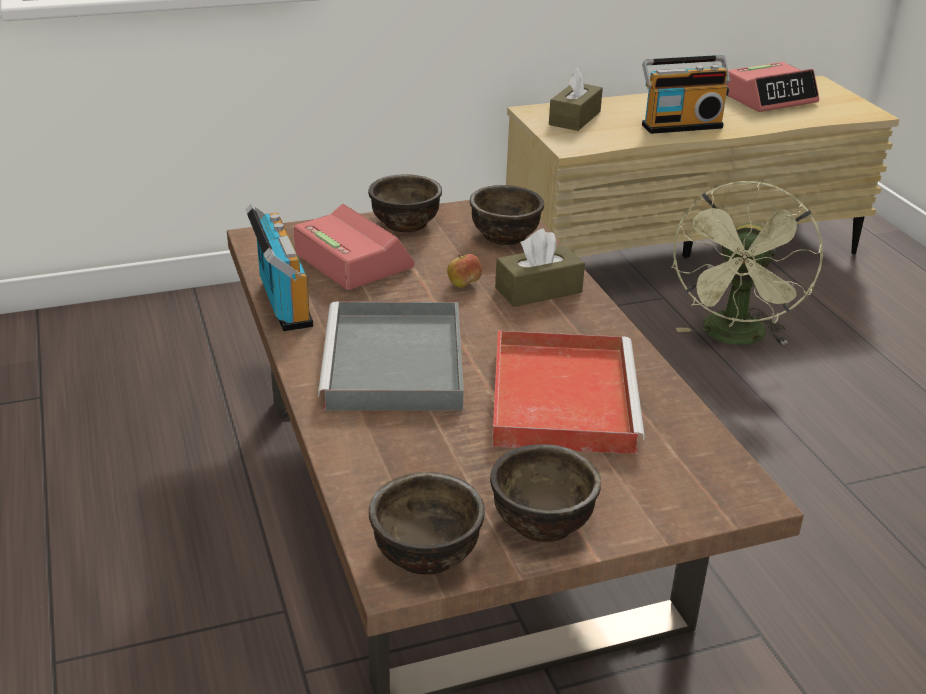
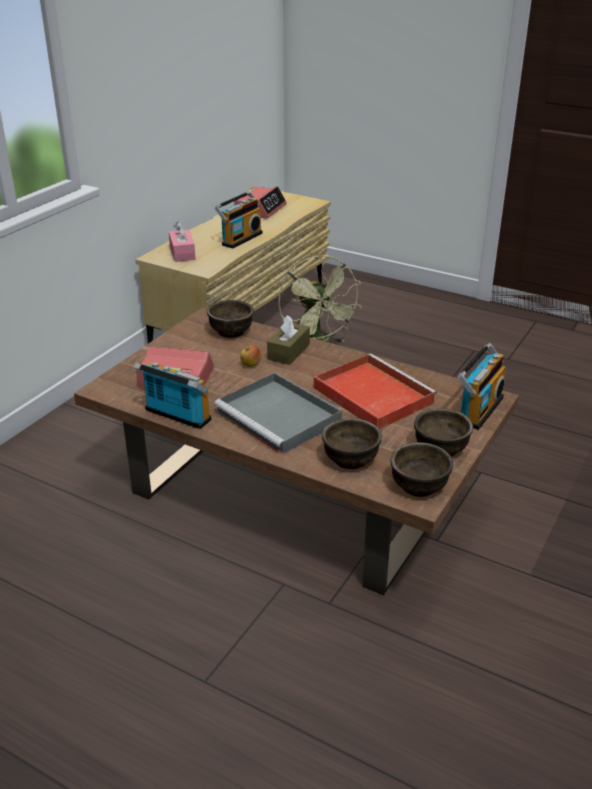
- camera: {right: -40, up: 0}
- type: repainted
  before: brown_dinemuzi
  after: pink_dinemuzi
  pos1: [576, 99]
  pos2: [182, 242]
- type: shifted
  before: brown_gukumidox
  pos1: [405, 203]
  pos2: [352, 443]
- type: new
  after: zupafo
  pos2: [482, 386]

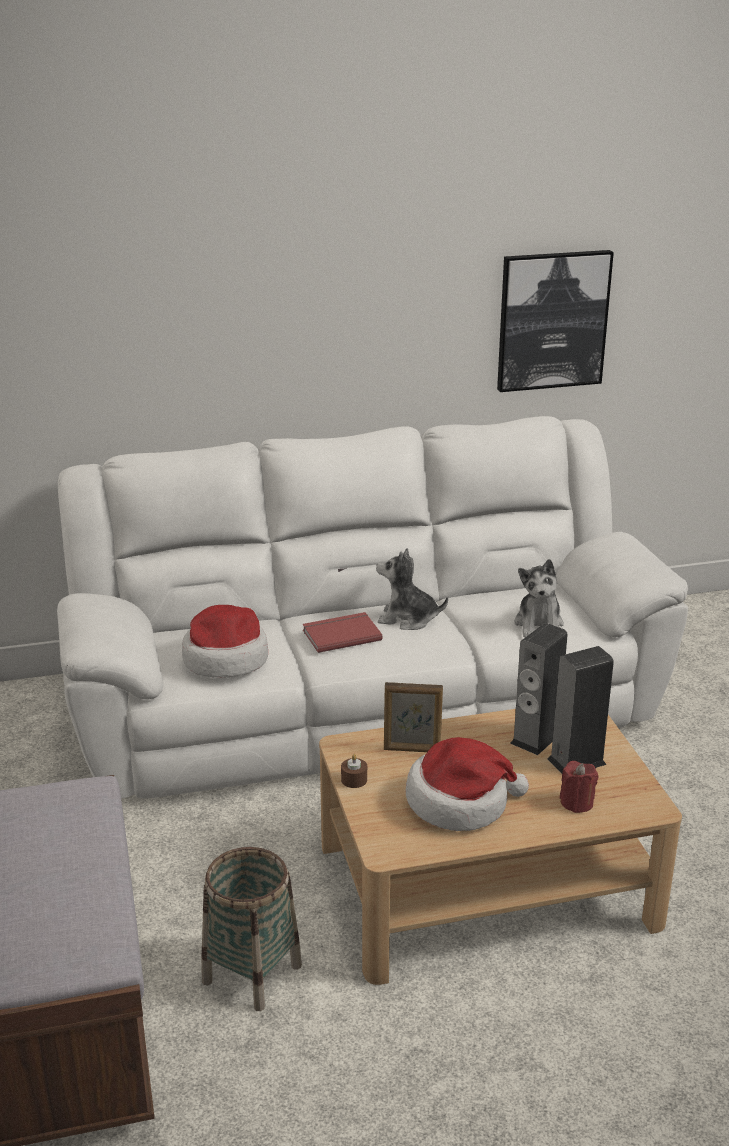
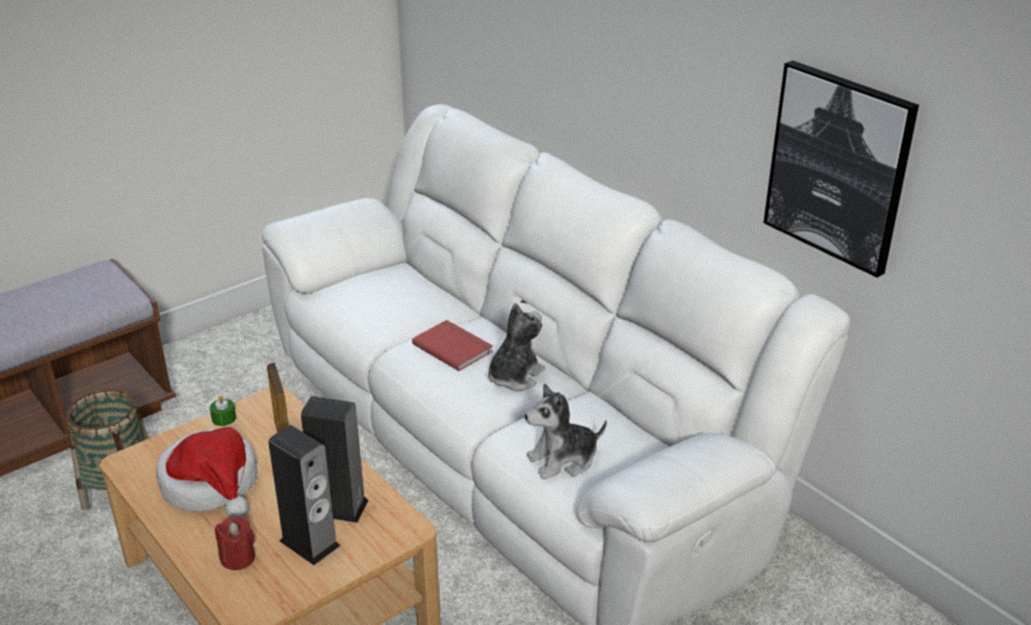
- camera: {right: 65, up: 5}
- type: rotated
  before: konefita
  pos1: [412, 589]
  pos2: [516, 347]
  turn: 45
- type: gone
  before: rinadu
  pos1: [225, 641]
- type: repainted
  before: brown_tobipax
  after: green_tobipax
  pos1: [354, 771]
  pos2: [223, 410]

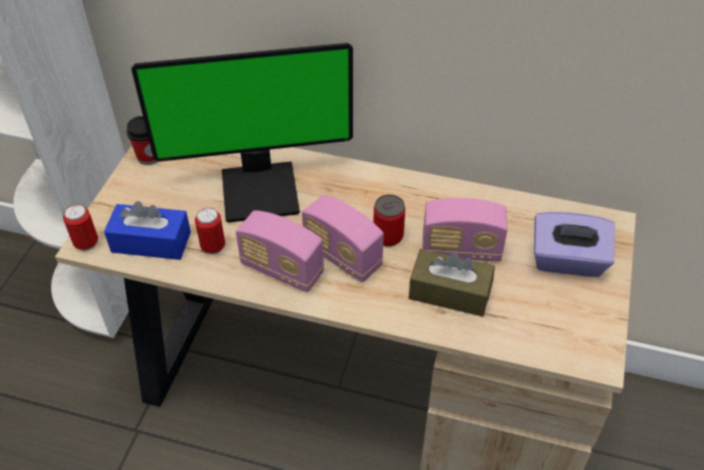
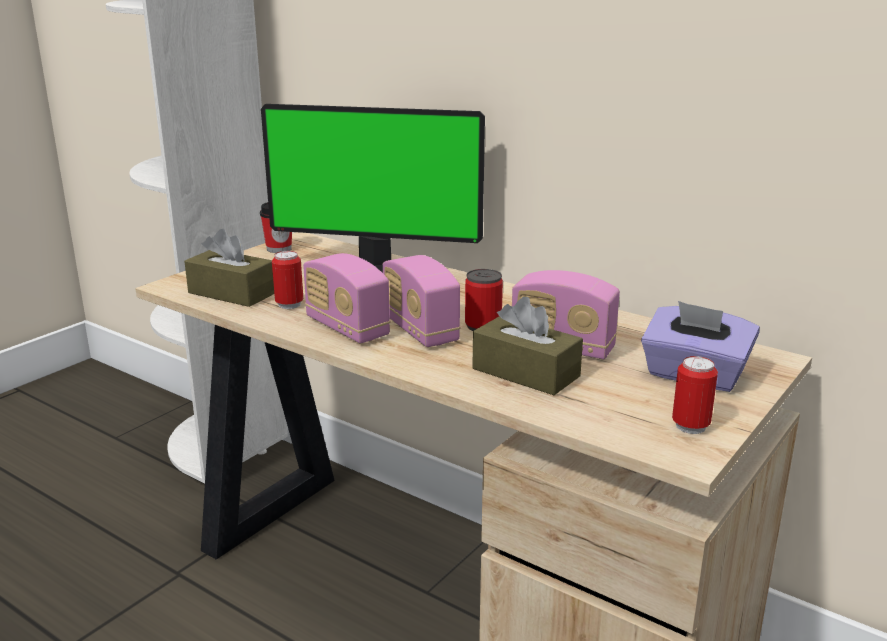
- camera: {right: 20, up: -25}
- type: repainted
  before: blue_dinemuzi
  after: brown_dinemuzi
  pos1: [147, 230]
  pos2: [229, 268]
- type: shifted
  before: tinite
  pos1: [80, 227]
  pos2: [695, 395]

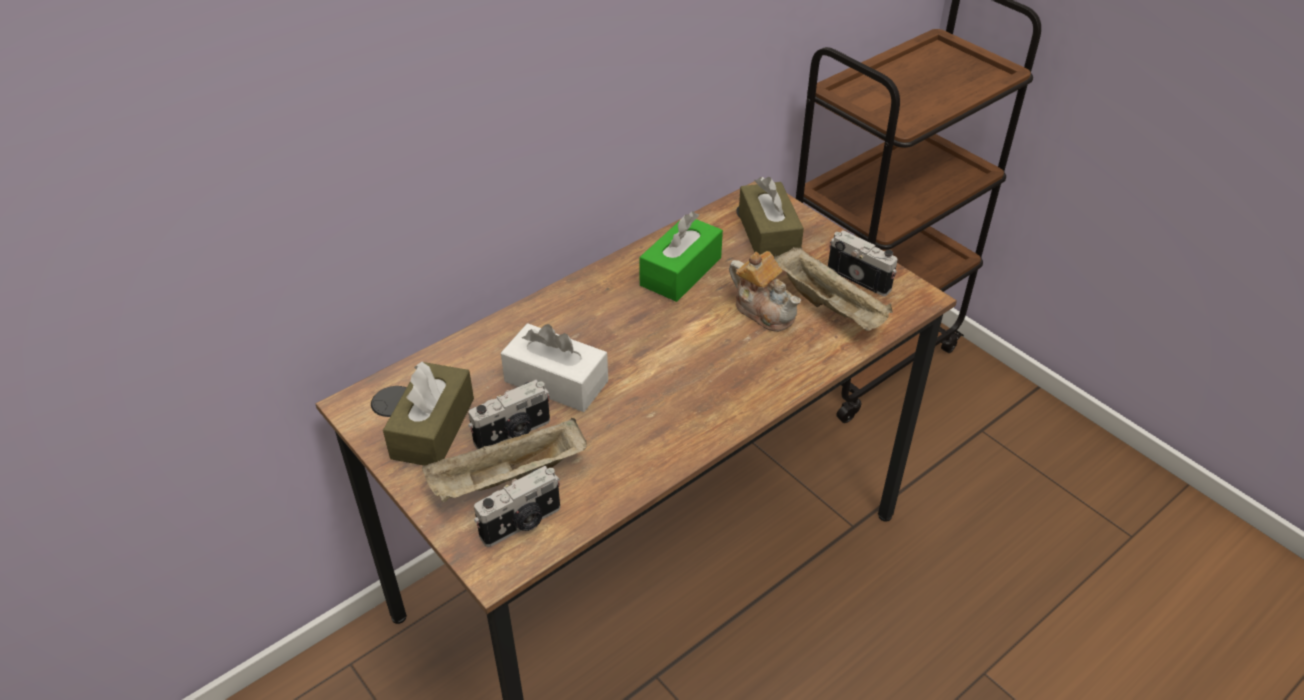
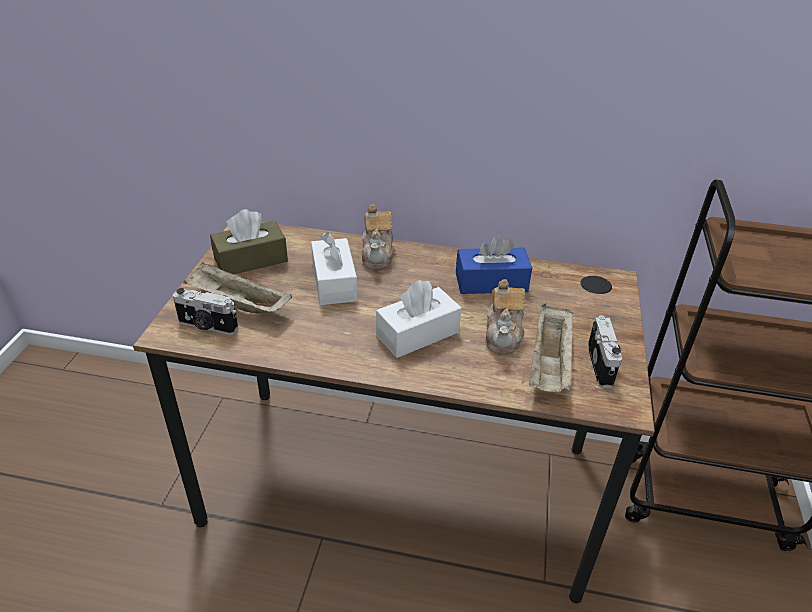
- camera: {right: 50, up: -5}
- type: gone
  before: brown_dinemuzi
  pos1: [771, 216]
- type: repainted
  before: green_dinemuzi
  after: blue_dinemuzi
  pos1: [681, 256]
  pos2: [494, 264]
- type: gone
  before: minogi
  pos1: [509, 414]
- type: new
  after: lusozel
  pos2: [379, 236]
- type: new
  after: white_dinemuzi
  pos2: [419, 319]

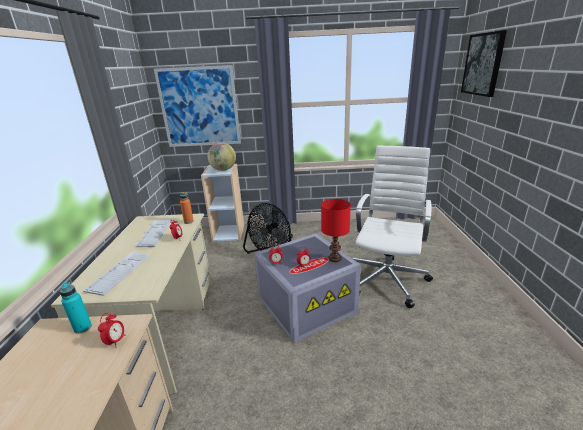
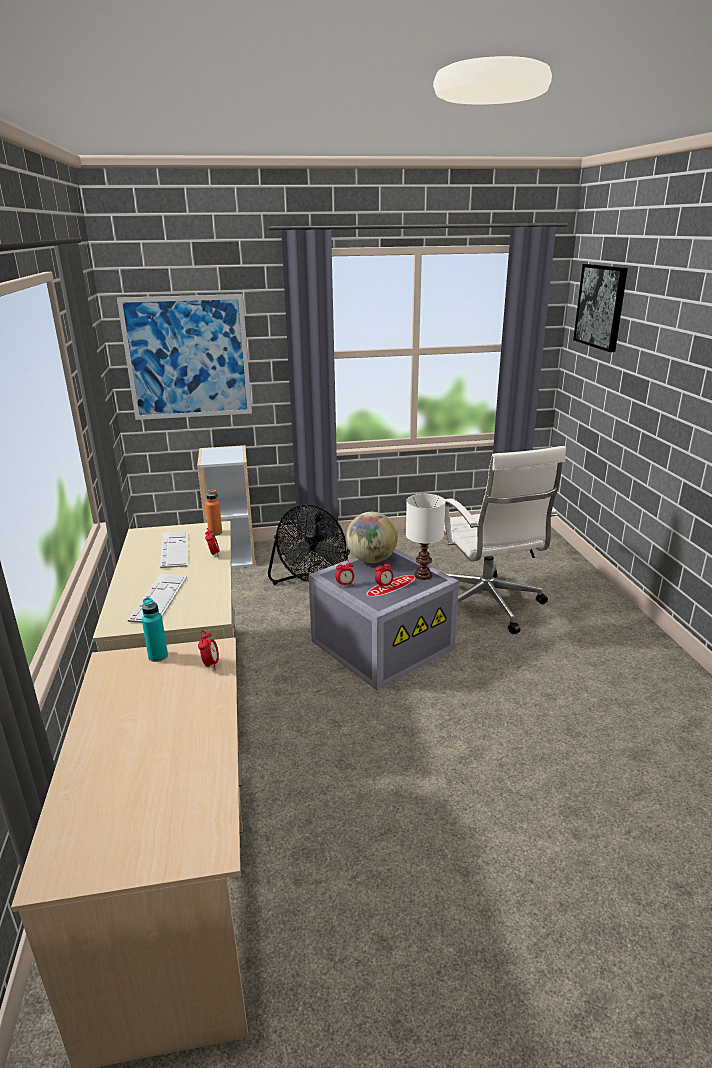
- camera: {right: -10, up: 0}
- type: shifted
  before: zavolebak
  pos1: [221, 157]
  pos2: [372, 537]
- type: rotated
  before: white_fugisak
  pos1: [393, 226]
  pos2: [505, 540]
  turn: 150
- type: repainted
  before: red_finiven
  after: white_finiven
  pos1: [336, 230]
  pos2: [426, 537]

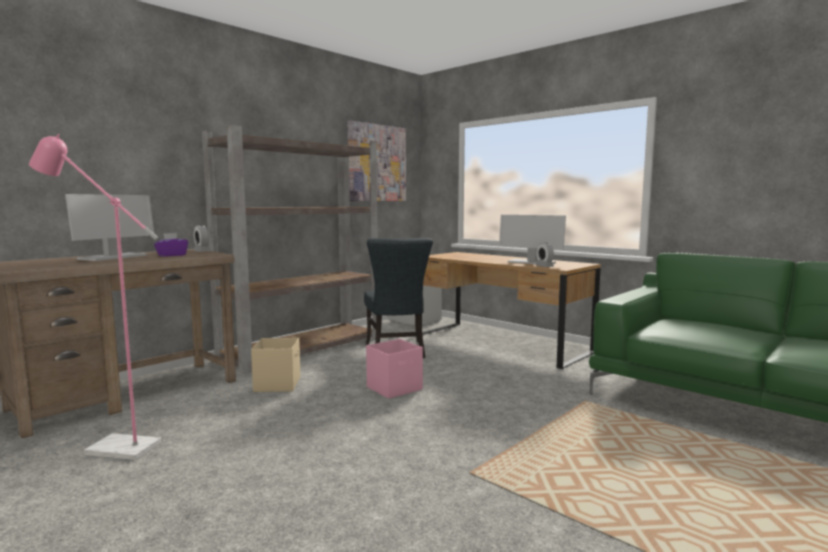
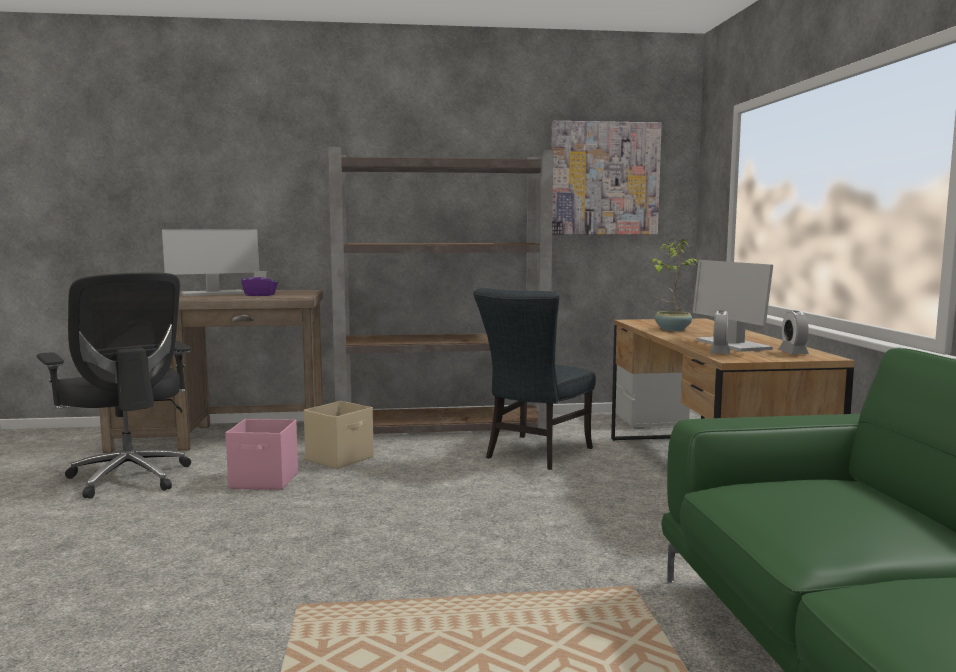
- camera: {right: 40, up: 0}
- type: swapped
  before: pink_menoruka
  after: fugisak
  pos1: [95, 297]
  pos2: [114, 385]
- type: shifted
  before: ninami
  pos1: [202, 238]
  pos2: [794, 332]
- type: shifted
  before: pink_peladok
  pos1: [394, 369]
  pos2: [262, 454]
- type: new
  after: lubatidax
  pos2: [674, 285]

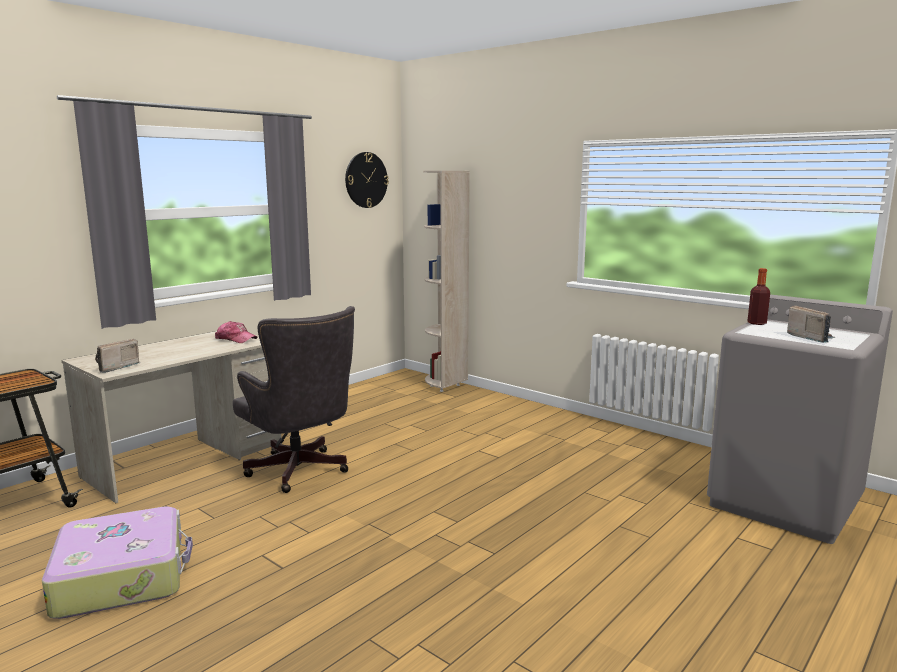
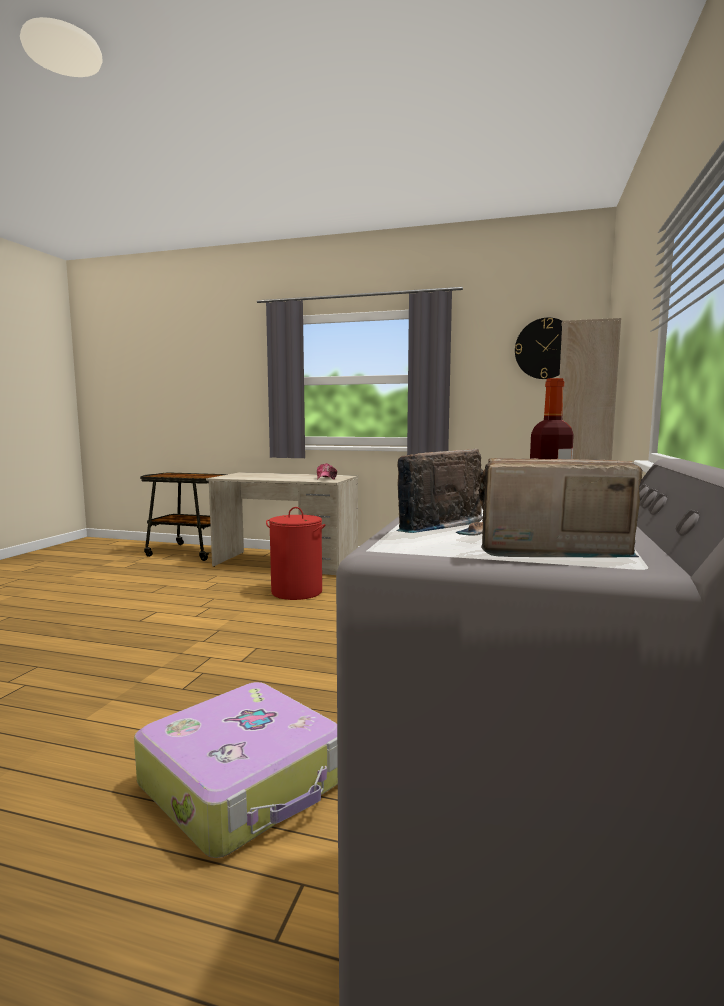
- camera: {right: 65, up: -5}
- type: swapped
  before: grey_fugisak
  after: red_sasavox
  pos1: [294, 399]
  pos2: [295, 553]
- type: shifted
  before: zupafo
  pos1: [117, 356]
  pos2: [560, 507]
- type: shifted
  before: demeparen
  pos1: [117, 562]
  pos2: [236, 770]

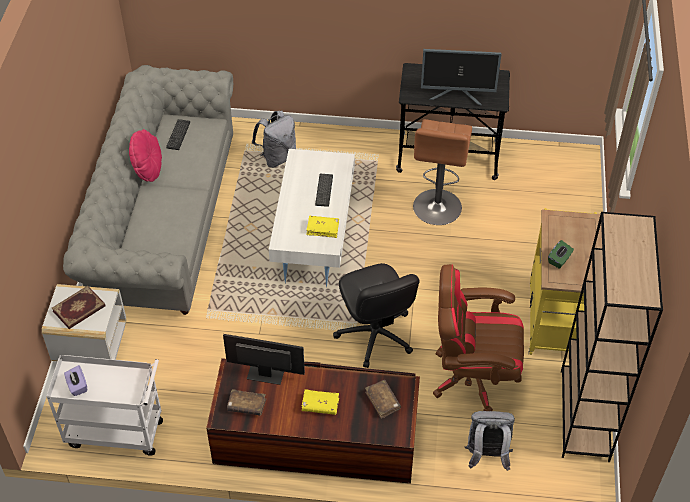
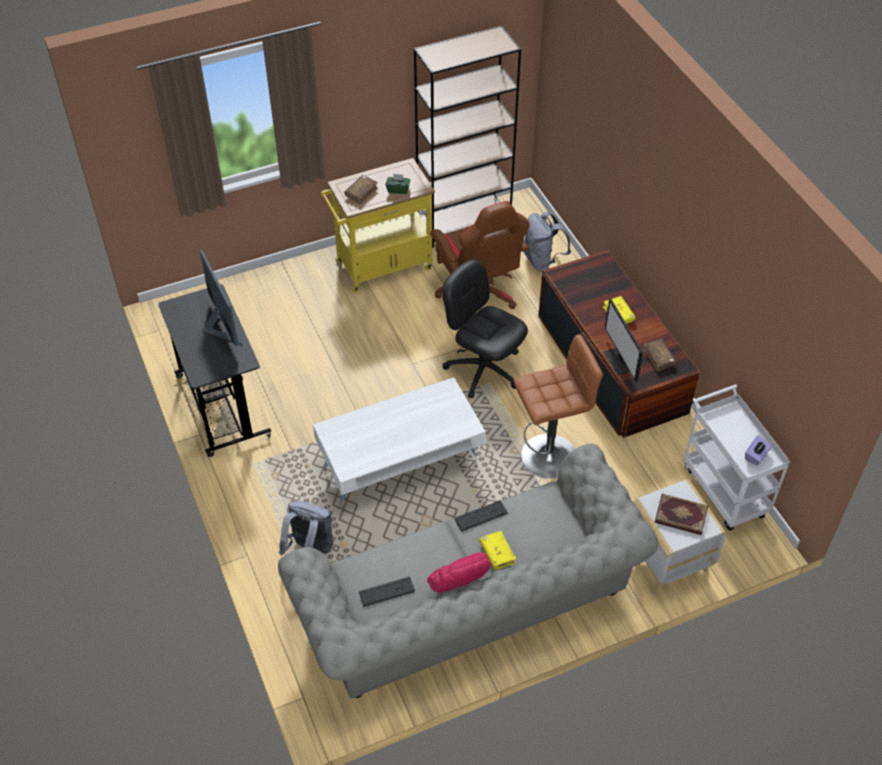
- camera: {right: -120, up: 0}
- type: shifted
  before: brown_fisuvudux
  pos1: [442, 172]
  pos2: [558, 406]
- type: shifted
  before: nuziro
  pos1: [324, 190]
  pos2: [481, 515]
- type: shifted
  before: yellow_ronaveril
  pos1: [322, 227]
  pos2: [497, 550]
- type: rotated
  before: black_fugisak
  pos1: [376, 315]
  pos2: [485, 328]
  turn: -90
- type: shifted
  before: brown_ronaveril
  pos1: [383, 399]
  pos2: [361, 189]

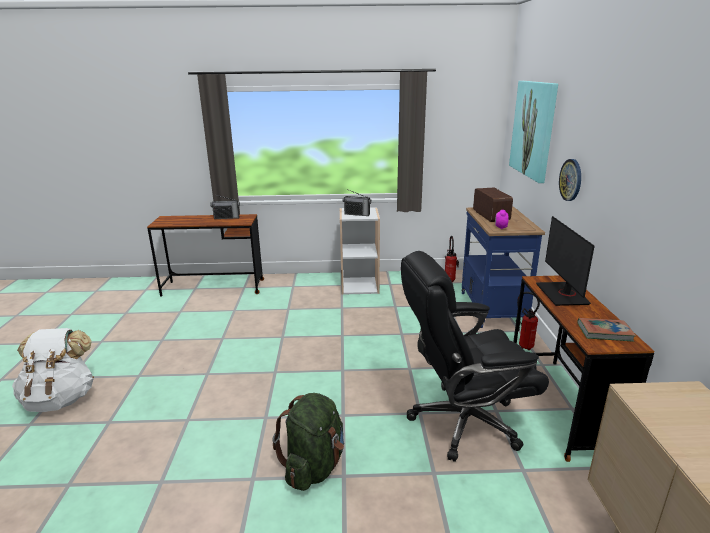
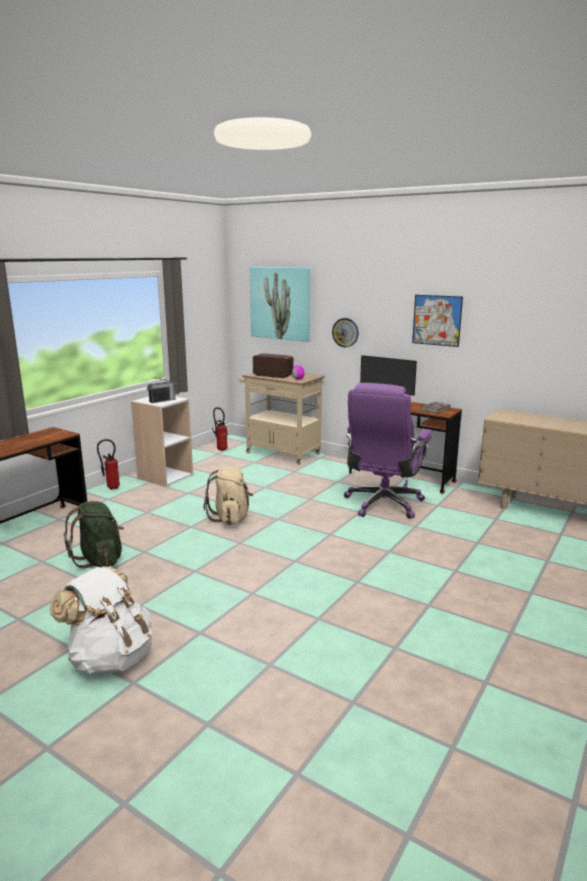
- camera: {right: -55, up: -5}
- type: gone
  before: zupafo
  pos1: [225, 206]
- type: repainted
  before: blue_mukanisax
  after: beige_mukanisax
  pos1: [503, 267]
  pos2: [281, 418]
- type: repainted
  before: black_fugisak
  after: purple_fugisak
  pos1: [475, 356]
  pos2: [388, 451]
- type: shifted
  before: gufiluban
  pos1: [528, 321]
  pos2: [108, 464]
- type: shifted
  before: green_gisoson
  pos1: [308, 442]
  pos2: [94, 535]
- type: new
  after: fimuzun
  pos2: [437, 321]
- type: new
  after: beige_gisoson
  pos2: [228, 496]

